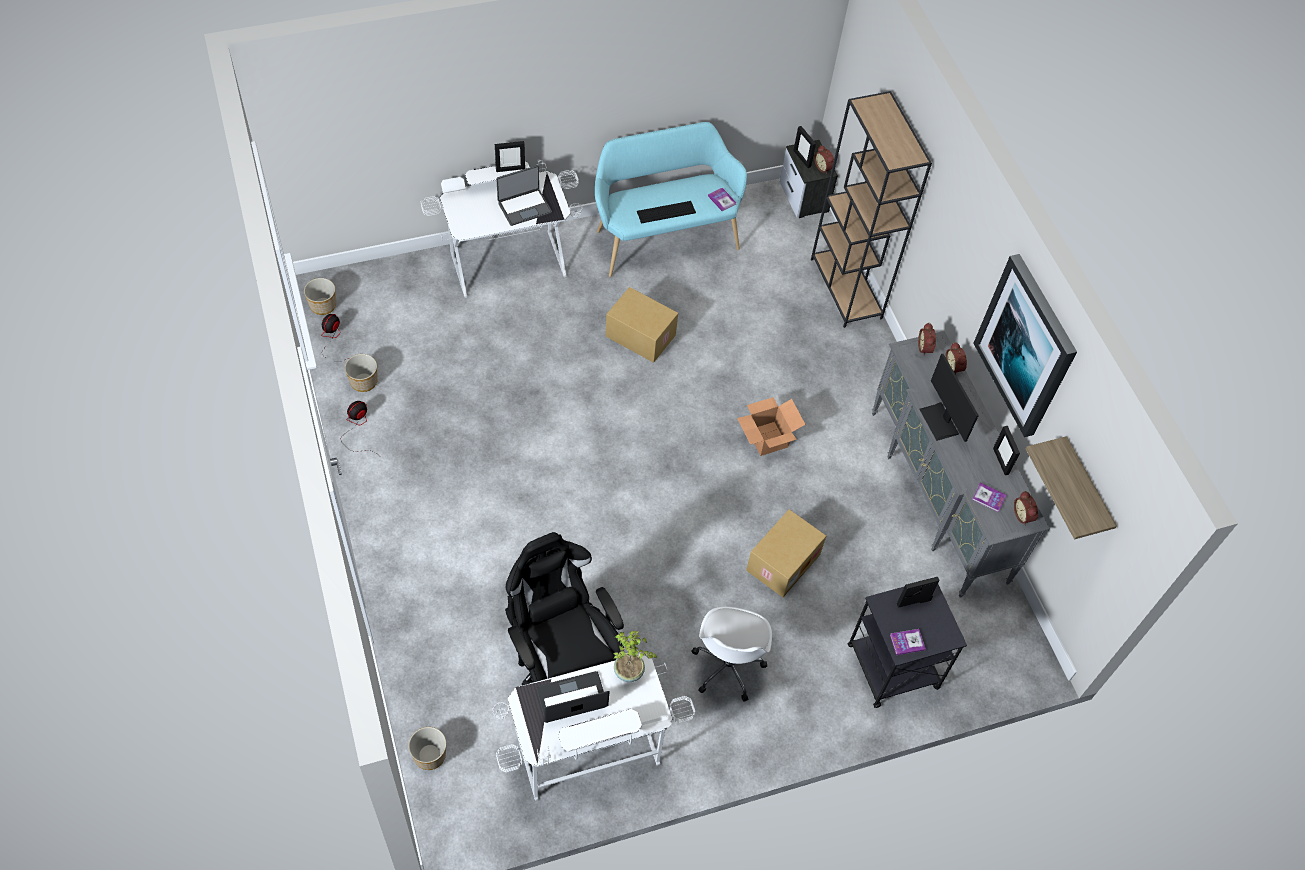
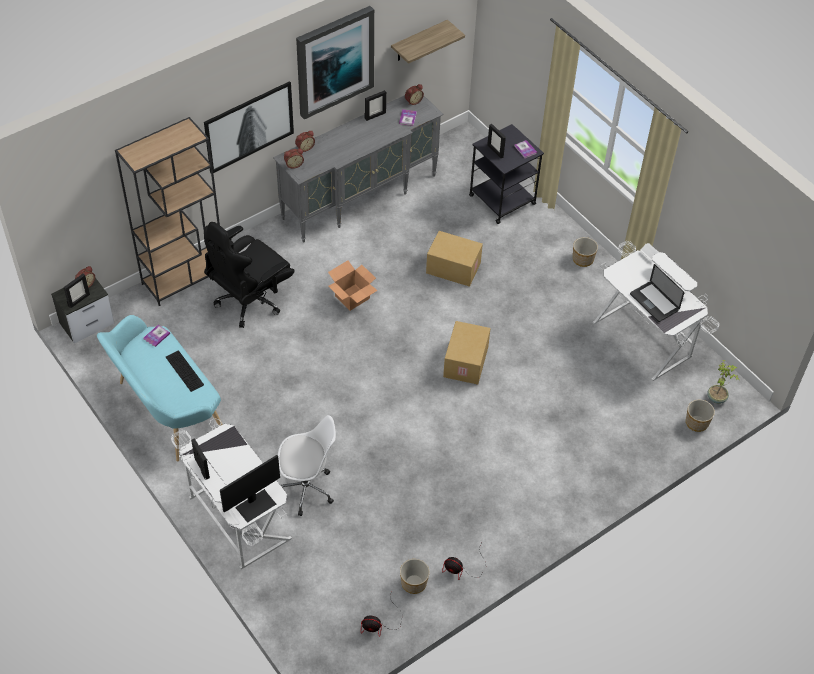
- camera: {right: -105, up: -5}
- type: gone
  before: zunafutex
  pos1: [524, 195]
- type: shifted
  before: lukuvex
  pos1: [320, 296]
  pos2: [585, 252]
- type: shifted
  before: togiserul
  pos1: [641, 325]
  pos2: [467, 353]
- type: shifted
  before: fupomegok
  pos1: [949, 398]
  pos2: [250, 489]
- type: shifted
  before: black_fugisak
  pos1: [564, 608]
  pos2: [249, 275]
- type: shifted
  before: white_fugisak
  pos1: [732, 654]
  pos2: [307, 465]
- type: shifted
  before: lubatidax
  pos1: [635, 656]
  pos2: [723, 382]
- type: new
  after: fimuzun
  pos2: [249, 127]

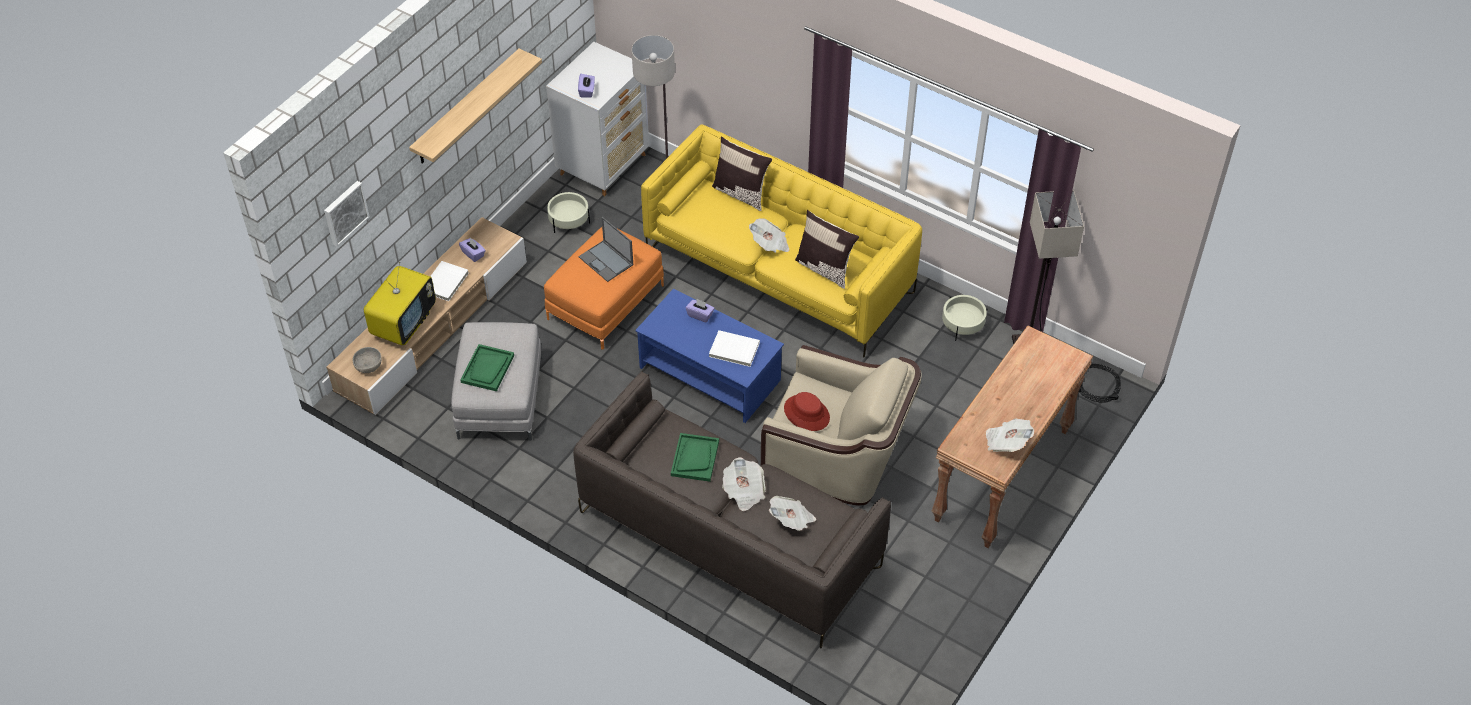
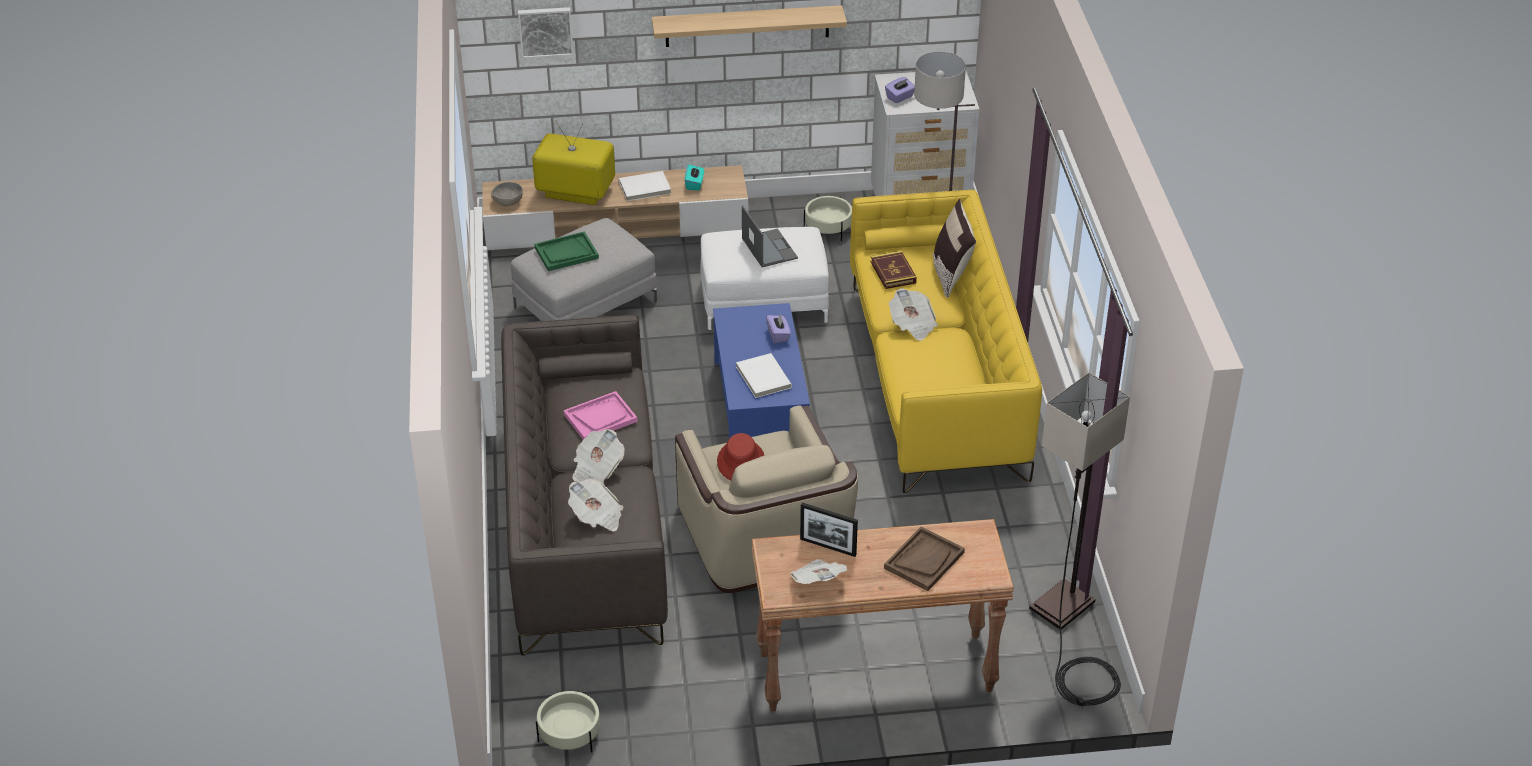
- camera: {right: 50, up: -10}
- type: gone
  before: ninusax
  pos1: [827, 249]
- type: rotated
  before: zunafutex
  pos1: [606, 249]
  pos2: [770, 237]
  turn: 150
- type: repainted
  before: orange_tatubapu
  after: white_tatubapu
  pos1: [604, 288]
  pos2: [764, 278]
- type: repainted
  before: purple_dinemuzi
  after: turquoise_dinemuzi
  pos1: [472, 249]
  pos2: [694, 177]
- type: rotated
  before: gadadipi
  pos1: [400, 303]
  pos2: [573, 162]
  turn: -150
- type: shifted
  before: beige_lukuvex
  pos1: [964, 318]
  pos2: [568, 721]
- type: repainted
  before: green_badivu
  after: pink_badivu
  pos1: [695, 457]
  pos2: [601, 415]
- type: new
  after: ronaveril
  pos2: [894, 270]
- type: new
  after: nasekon
  pos2: [829, 530]
- type: new
  after: brown_badivu
  pos2: [924, 559]

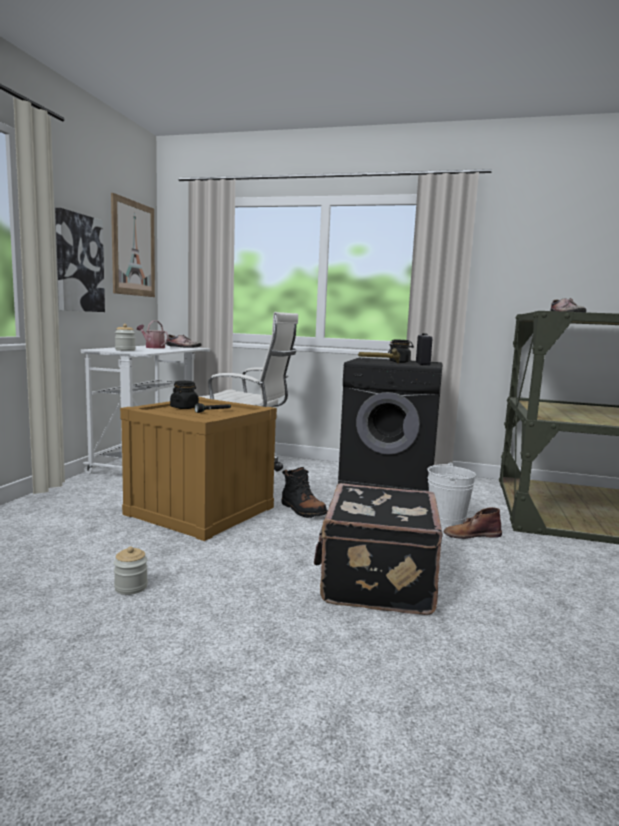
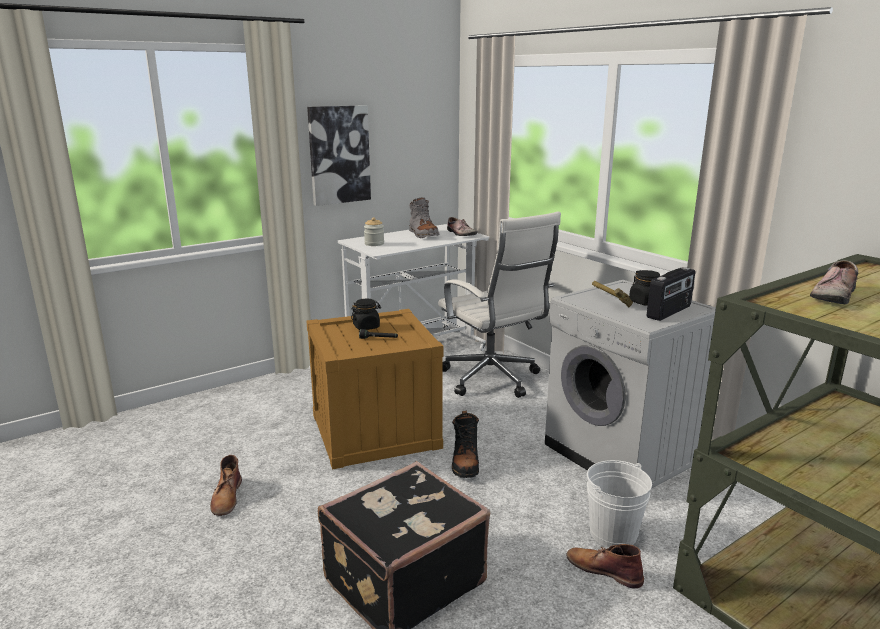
- camera: {right: 40, up: 10}
- type: gone
  before: fimuzun
  pos1: [133, 245]
- type: swapped
  before: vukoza
  after: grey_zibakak
  pos1: [153, 335]
  pos2: [424, 217]
- type: repainted
  before: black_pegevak
  after: white_pegevak
  pos1: [390, 424]
  pos2: [630, 384]
- type: swapped
  before: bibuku
  after: brown_zibakak
  pos1: [131, 570]
  pos2: [226, 485]

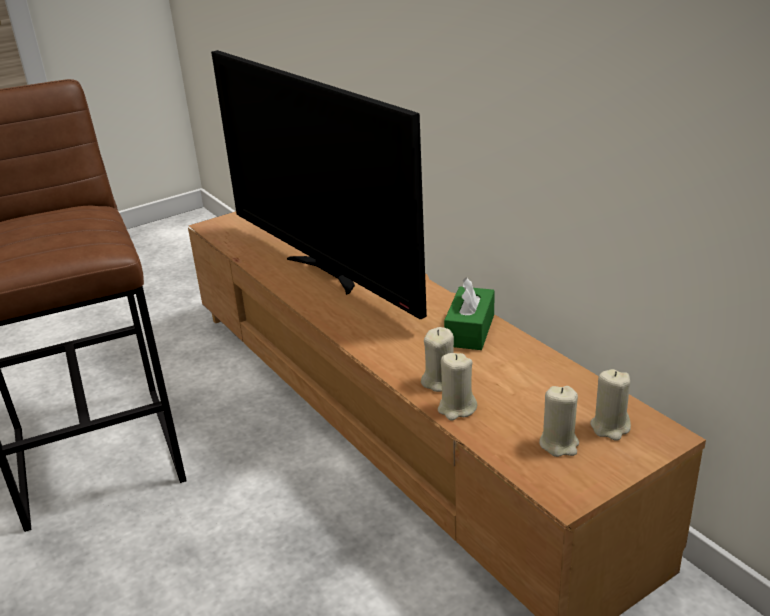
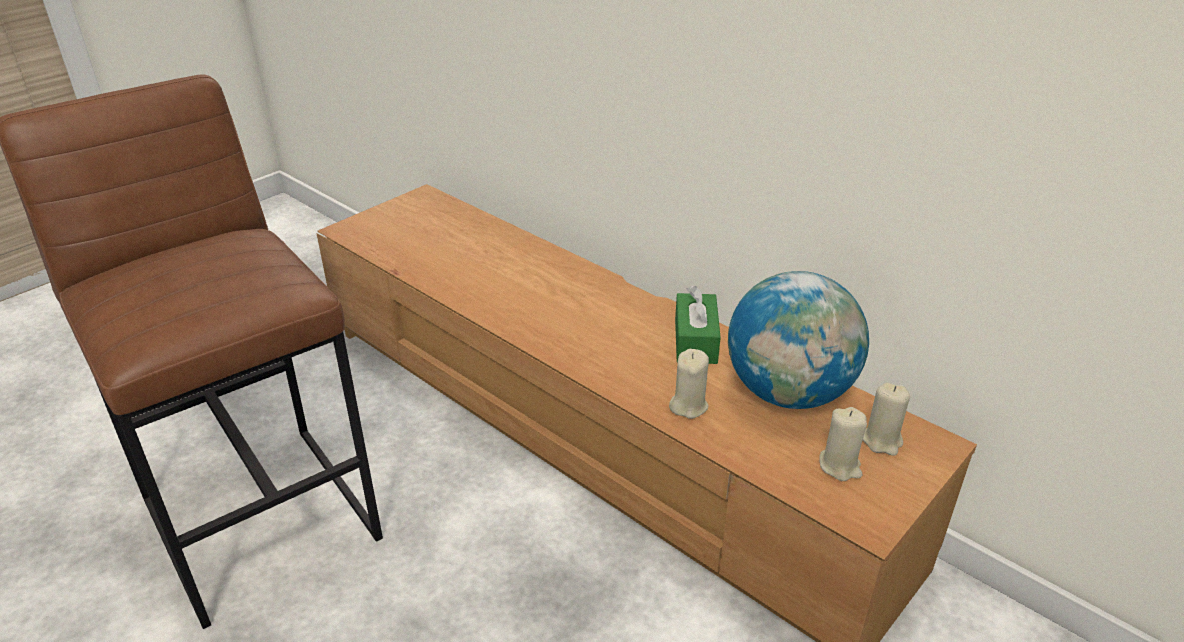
- camera: {right: -15, up: 5}
- type: gone
  before: gadadipi
  pos1: [319, 185]
- type: gone
  before: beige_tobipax
  pos1: [457, 386]
- type: new
  after: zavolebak
  pos2: [798, 340]

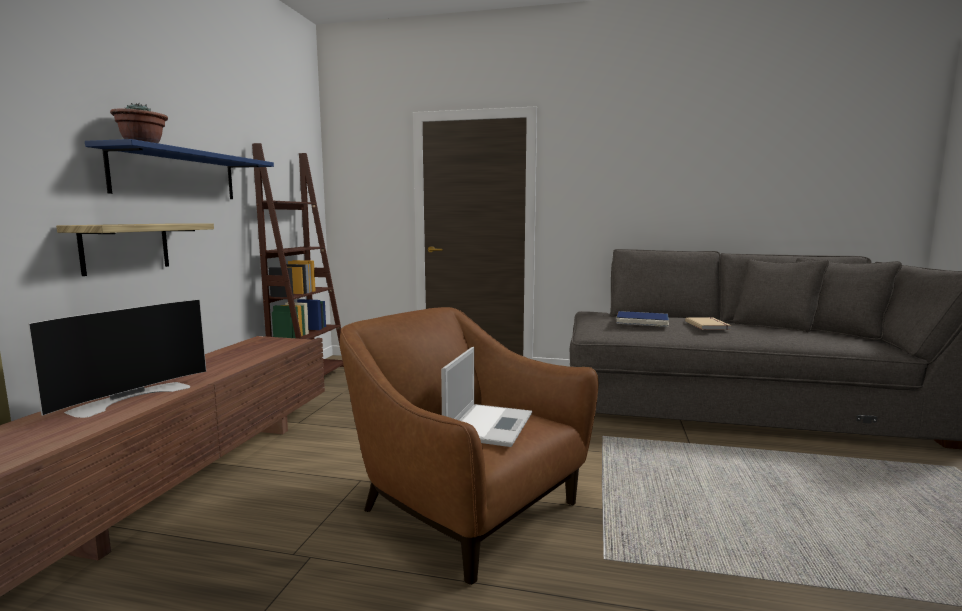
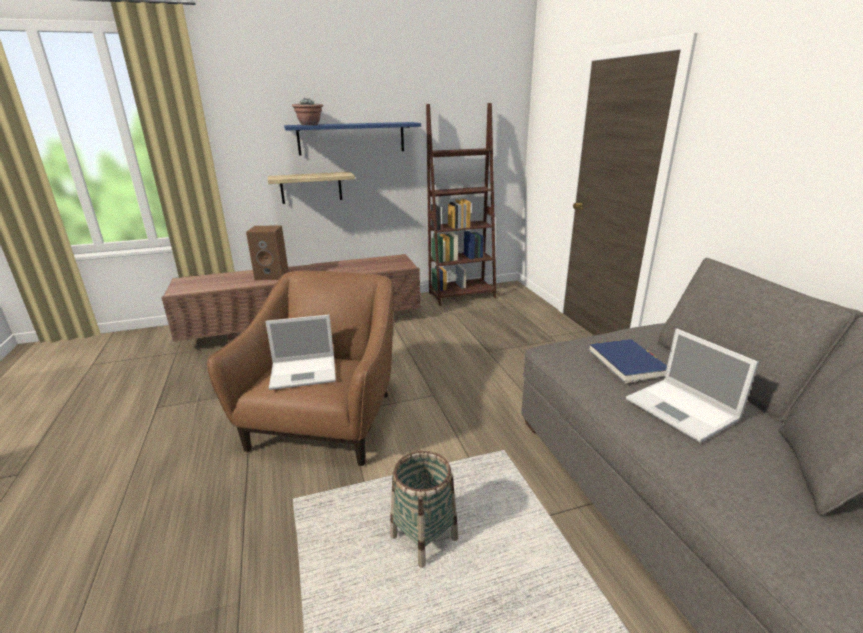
- camera: {right: 60, up: 15}
- type: swapped
  before: gadadipi
  after: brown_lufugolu
  pos1: [117, 358]
  pos2: [267, 252]
- type: swapped
  before: beige_ronaveril
  after: zunafutex
  pos1: [708, 323]
  pos2: [692, 386]
- type: new
  after: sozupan
  pos2: [424, 509]

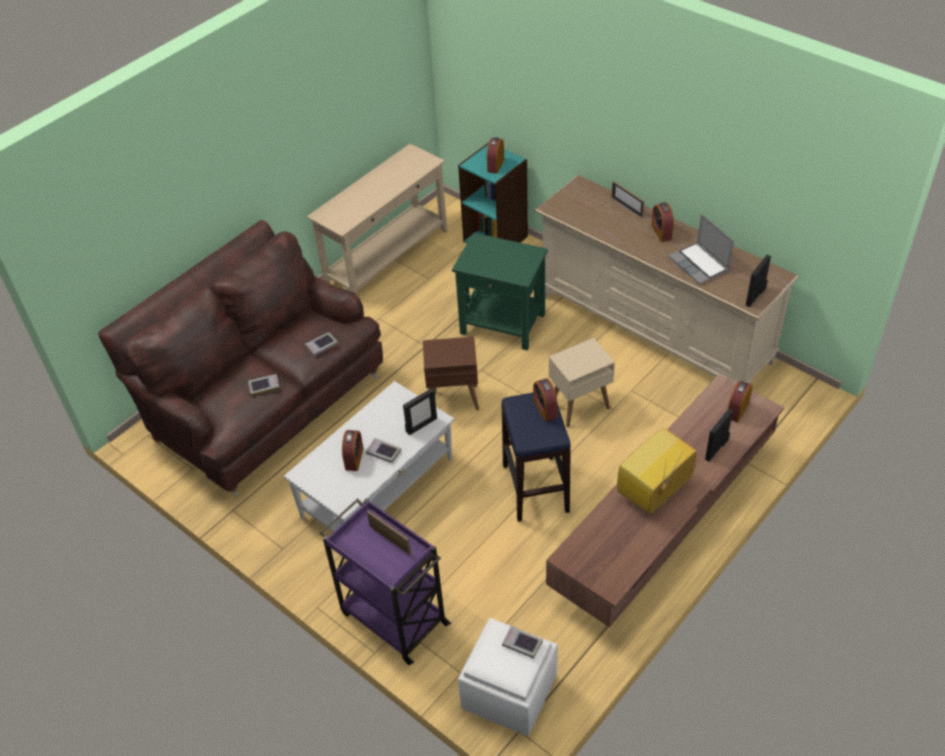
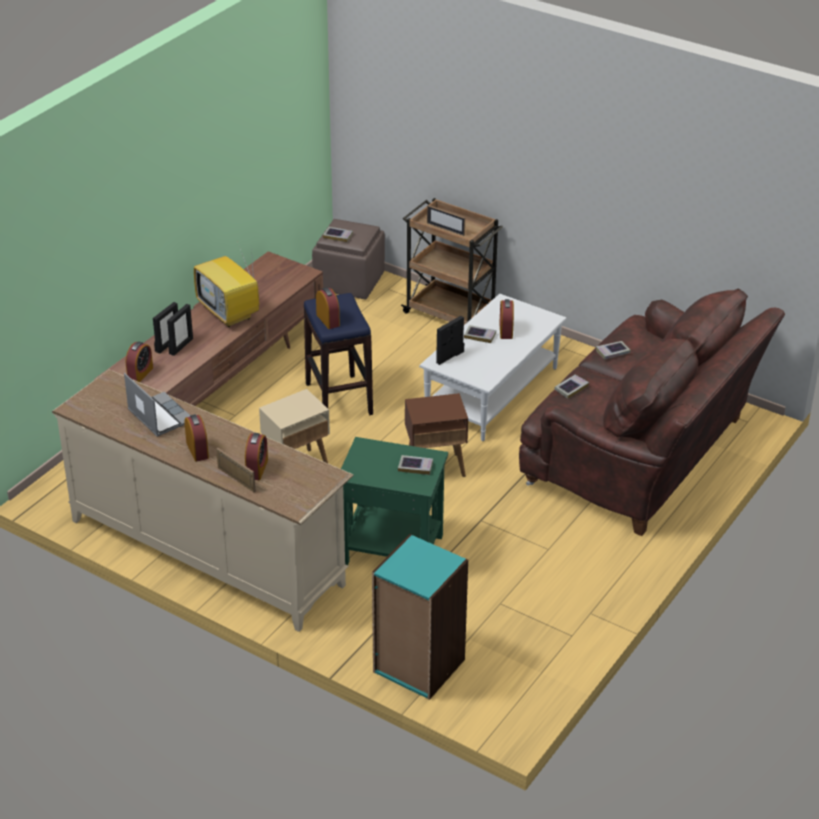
- camera: {right: 170, up: -10}
- type: shifted
  before: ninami
  pos1: [495, 155]
  pos2: [256, 456]
- type: gone
  before: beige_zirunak
  pos1: [377, 220]
- type: shifted
  before: nasekon
  pos1: [758, 281]
  pos2: [180, 330]
- type: rotated
  before: gadadipi
  pos1: [657, 470]
  pos2: [226, 284]
  turn: 105
- type: repainted
  before: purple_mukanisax
  after: brown_mukanisax
  pos1: [385, 581]
  pos2: [452, 261]
- type: repainted
  before: white_tatubapu
  after: brown_tatubapu
  pos1: [508, 677]
  pos2: [348, 259]
- type: new
  after: ronaveril
  pos2: [415, 465]

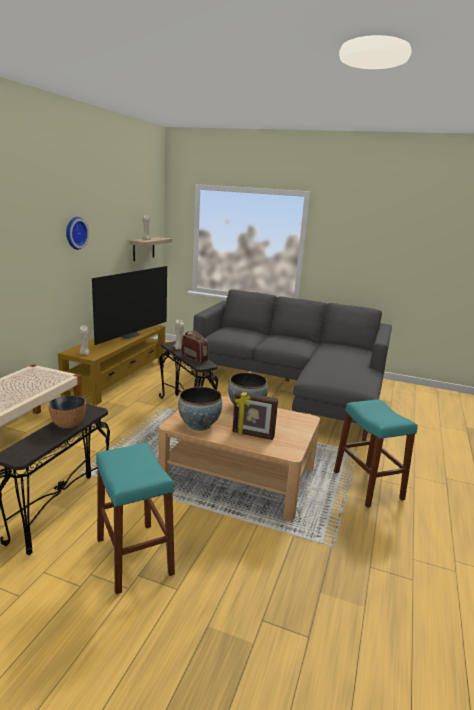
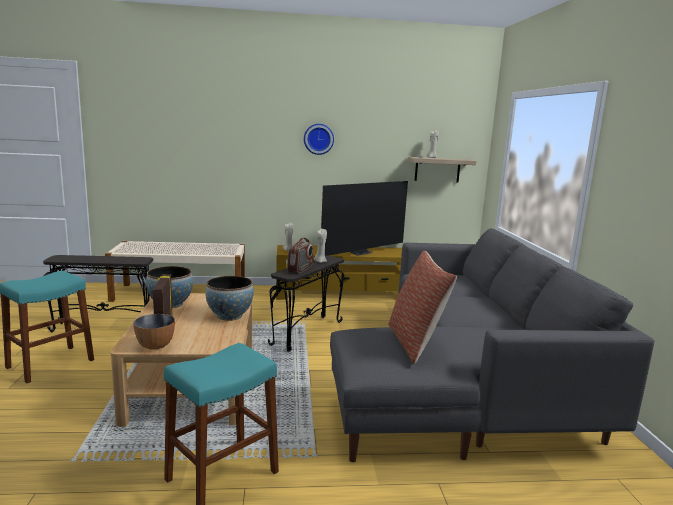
- camera: {right: 65, up: -5}
- type: rotated
  before: gadadipi
  pos1: [129, 305]
  pos2: [364, 218]
  turn: -45
- type: shifted
  before: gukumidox
  pos1: [67, 412]
  pos2: [154, 332]
- type: new
  after: ninusax
  pos2: [422, 307]

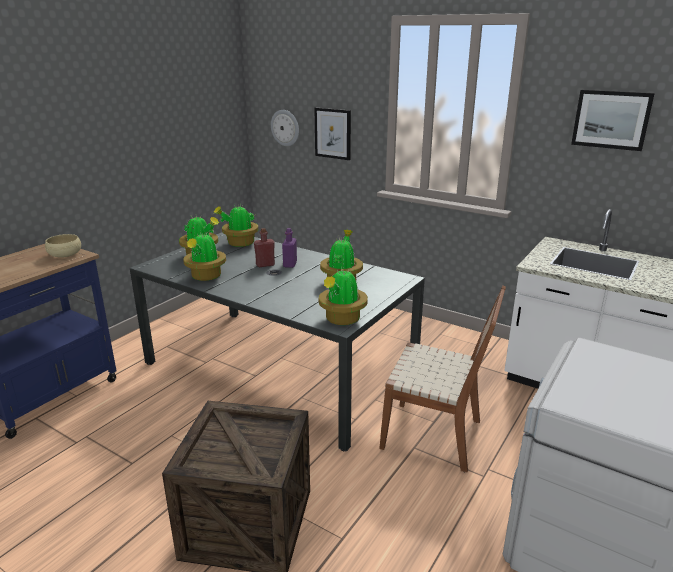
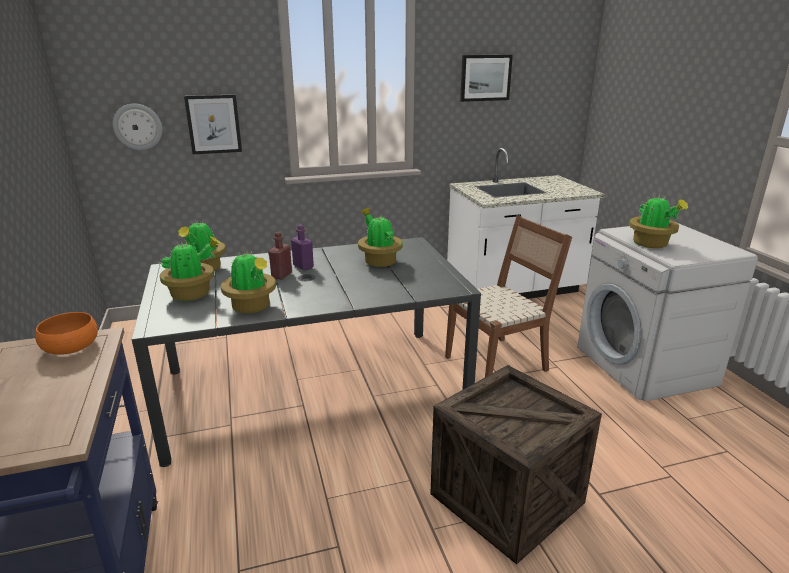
- camera: {right: -50, up: 0}
- type: repainted
  before: beige_gukumidox
  after: orange_gukumidox
  pos1: [63, 246]
  pos2: [66, 333]
- type: shifted
  before: lubatidax
  pos1: [343, 296]
  pos2: [658, 221]

